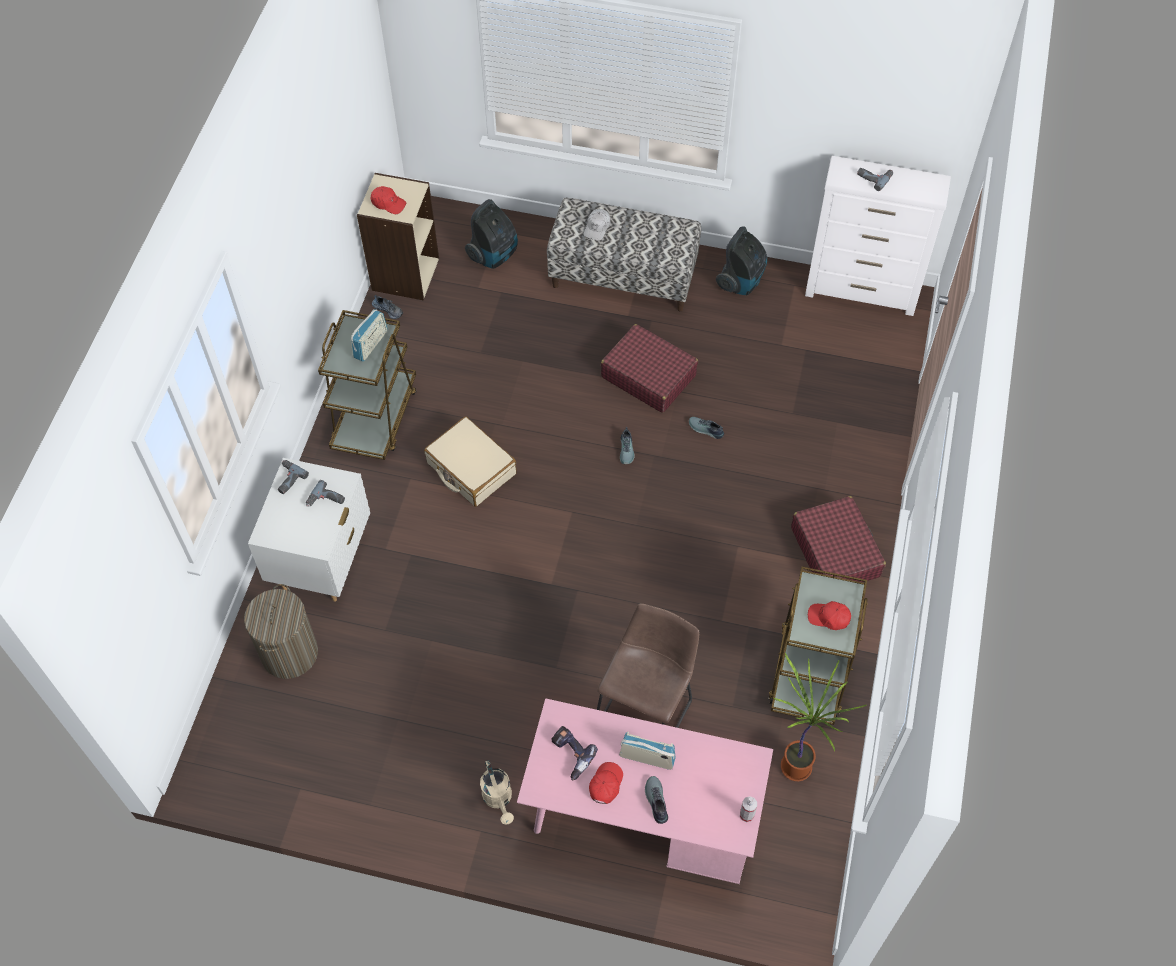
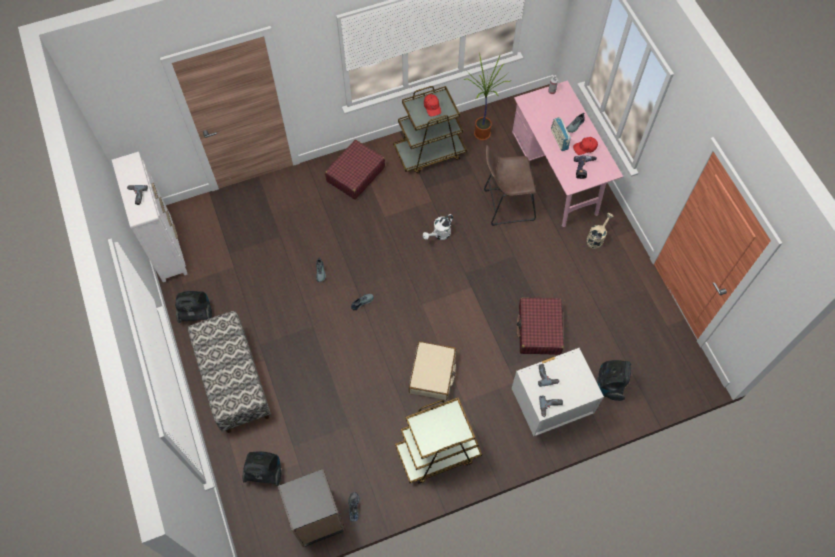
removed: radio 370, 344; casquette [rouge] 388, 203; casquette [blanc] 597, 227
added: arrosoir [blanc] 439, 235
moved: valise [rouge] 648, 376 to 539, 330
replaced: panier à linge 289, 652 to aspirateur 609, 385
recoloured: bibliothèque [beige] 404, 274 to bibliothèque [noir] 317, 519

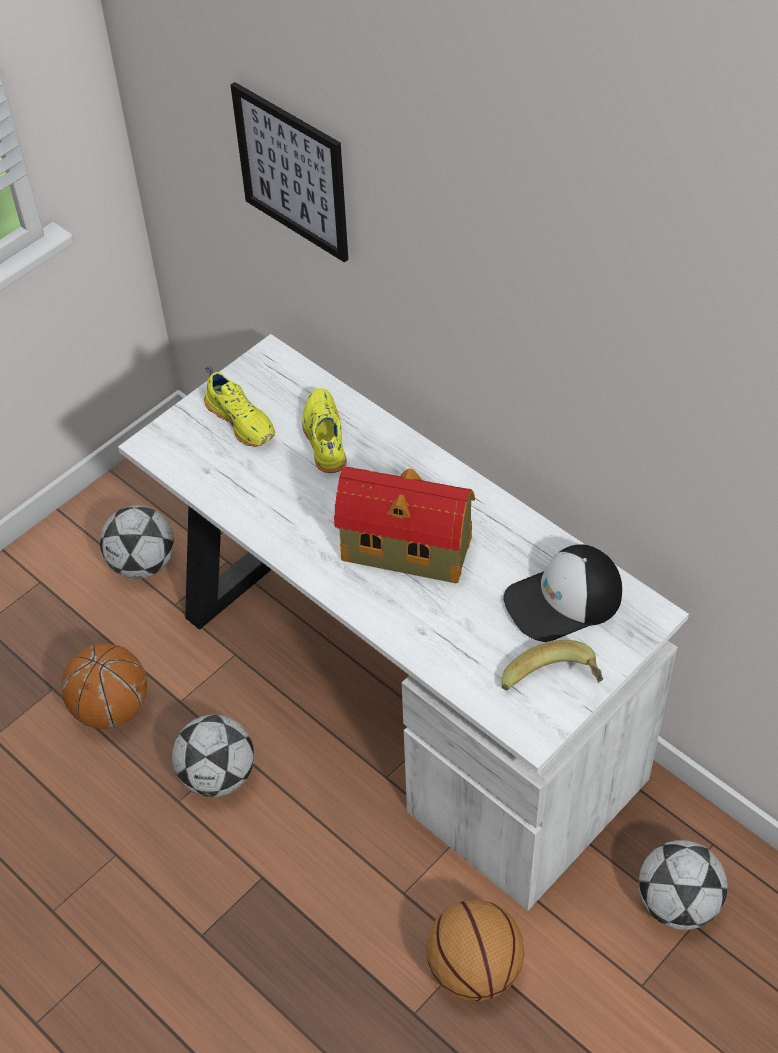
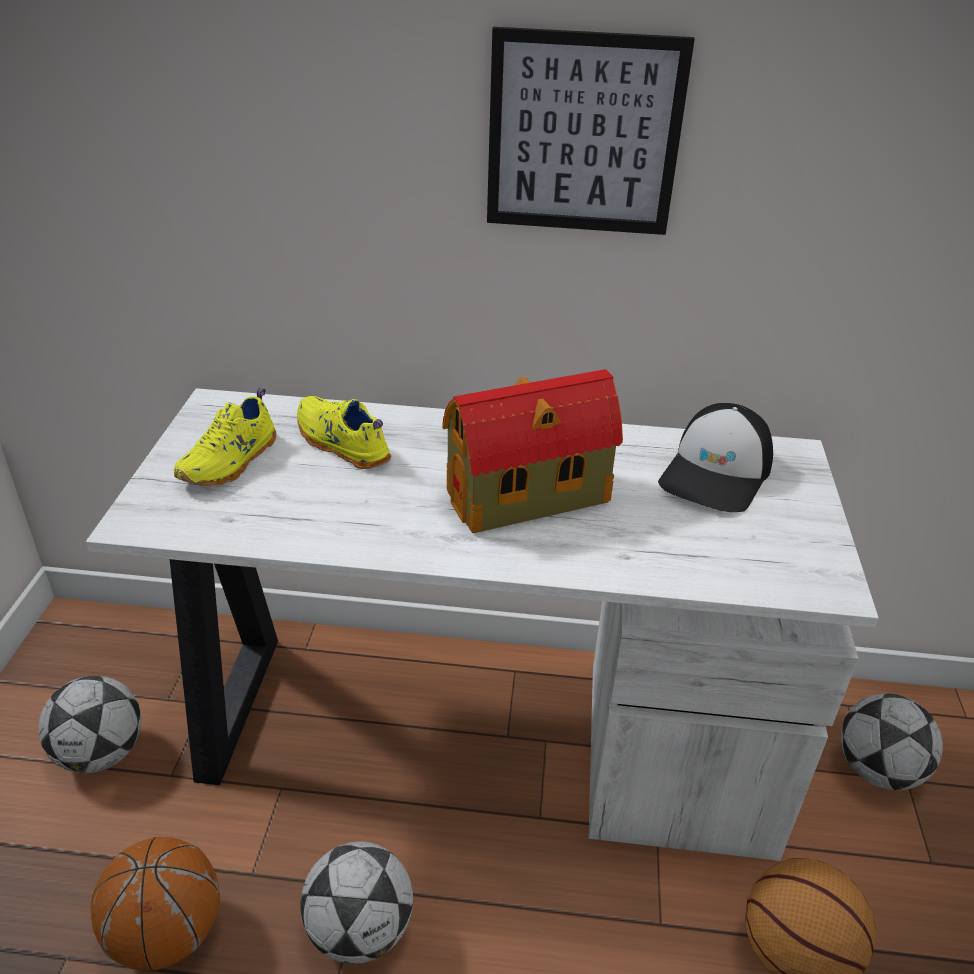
removed: banane 554, 686
moved: tableau 292, 172 to 583, 134
turned: chaussure [jaune] 242, 421 = 231, 463 105 degrees clockwise

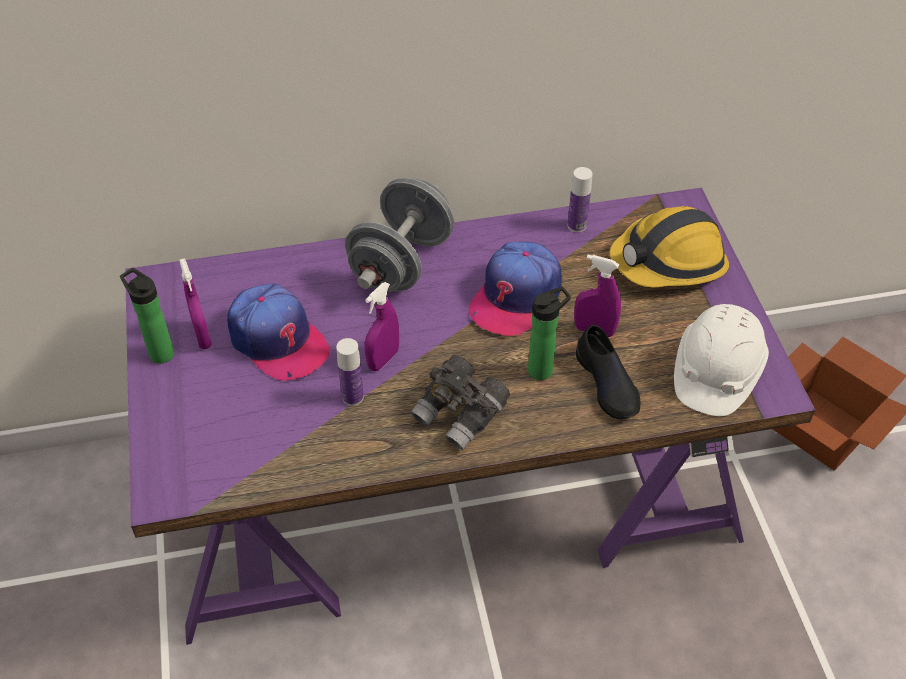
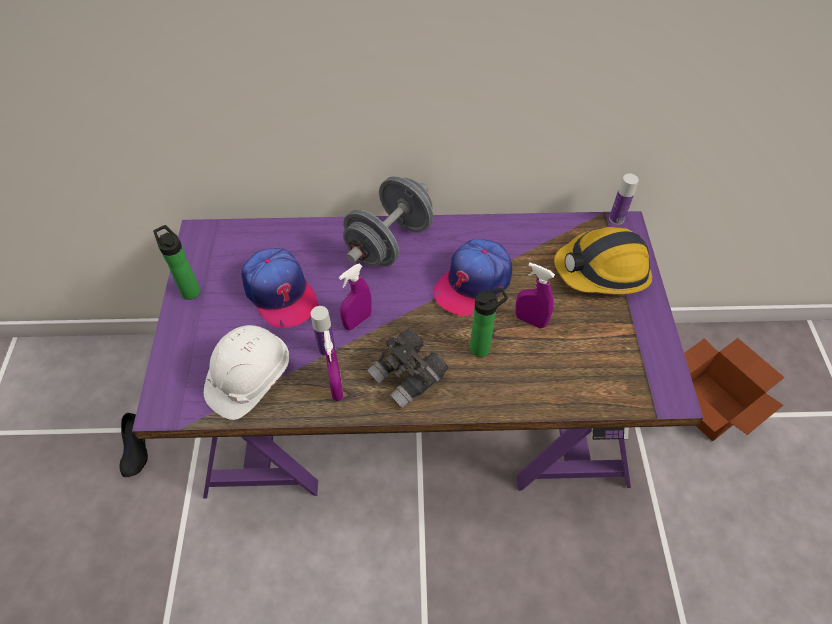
moved: vaporisateur [violet] 202, 336 to 336, 387; bouteille 576, 225 to 616, 219; chaussure [noir] 607, 383 to 135, 448; casque de chantier [blanc] 715, 372 to 249, 379

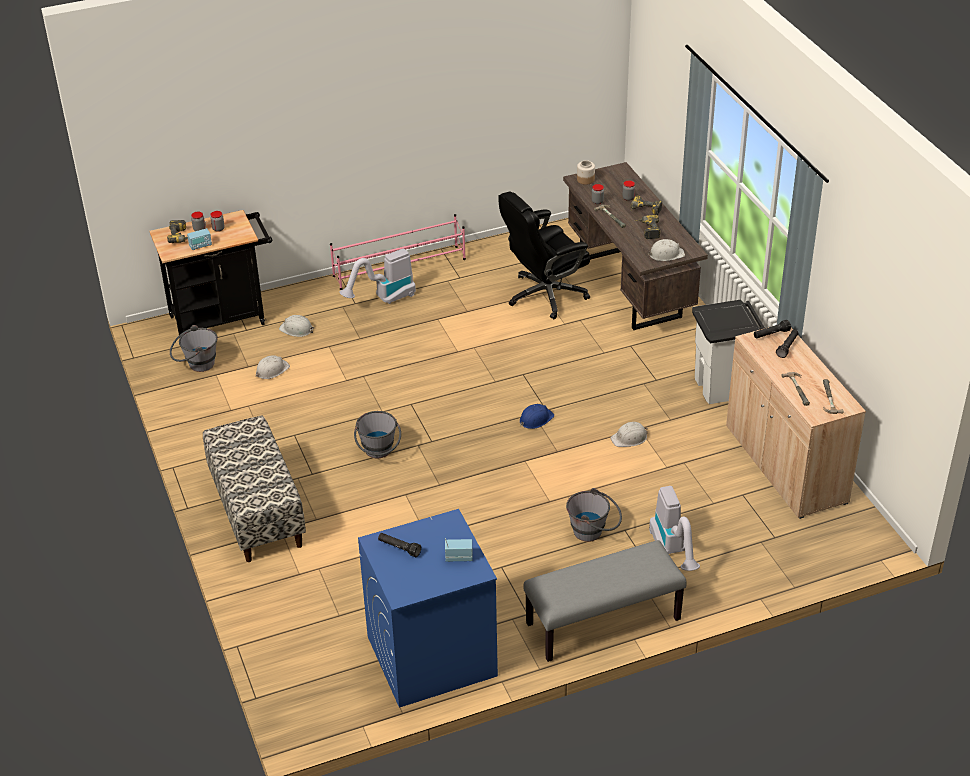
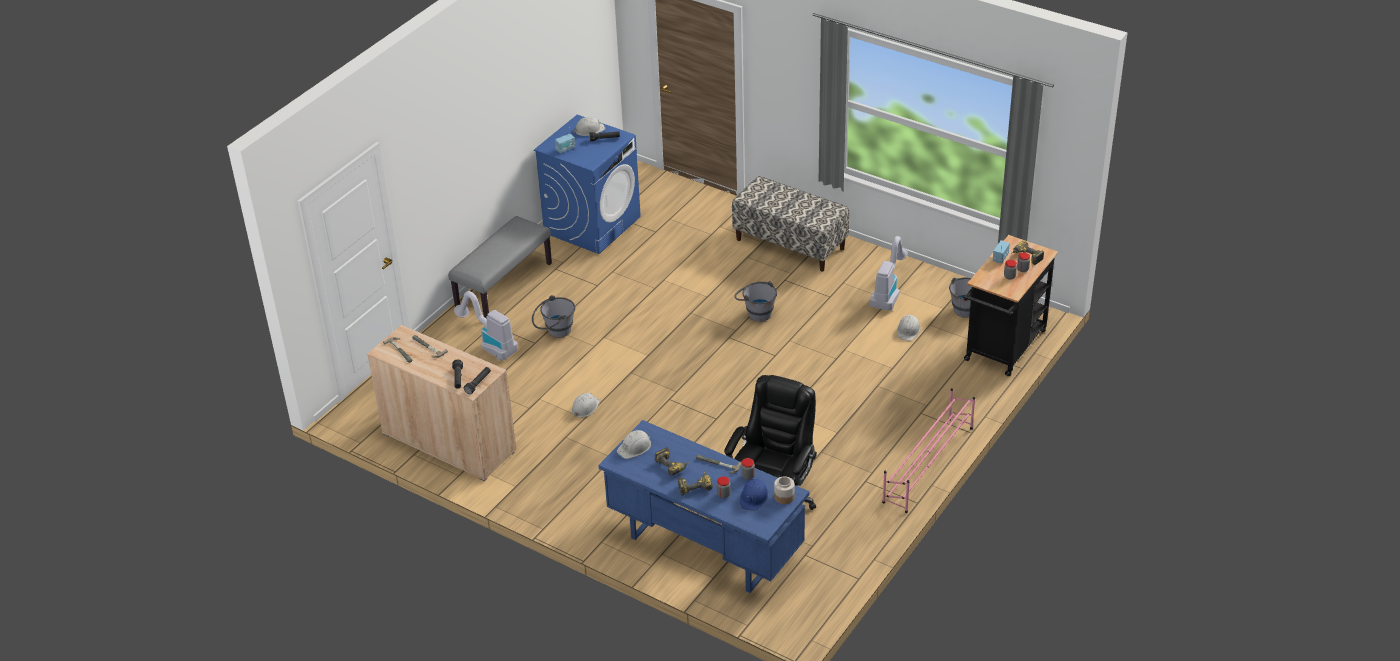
removed: poubelle [blanc] 722, 387
moved: casque de chantier [blanc] 296, 329 to 589, 130; aspirateur 384, 299 to 888, 293; casque de chantier [bleu] 535, 419 to 754, 497
recoloured: bureau [marron] 630, 288 to bureau [bleu] 704, 547

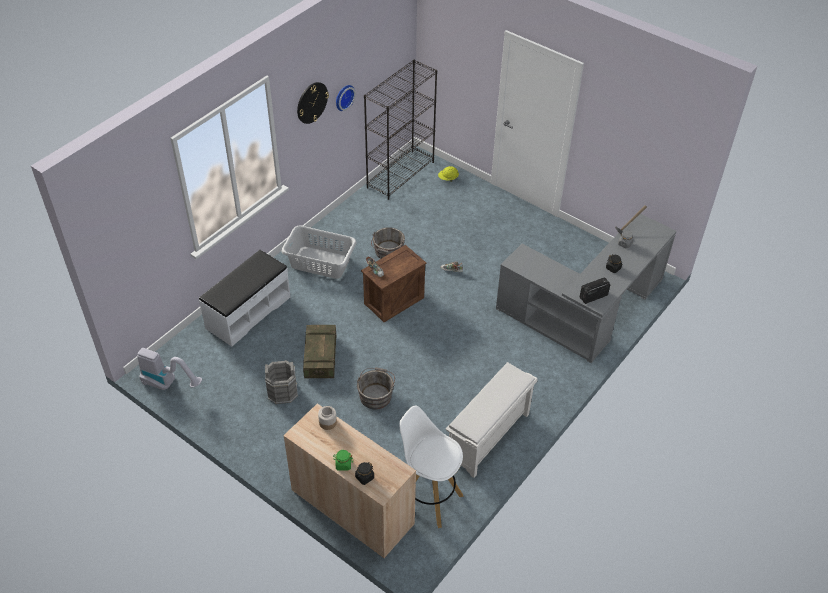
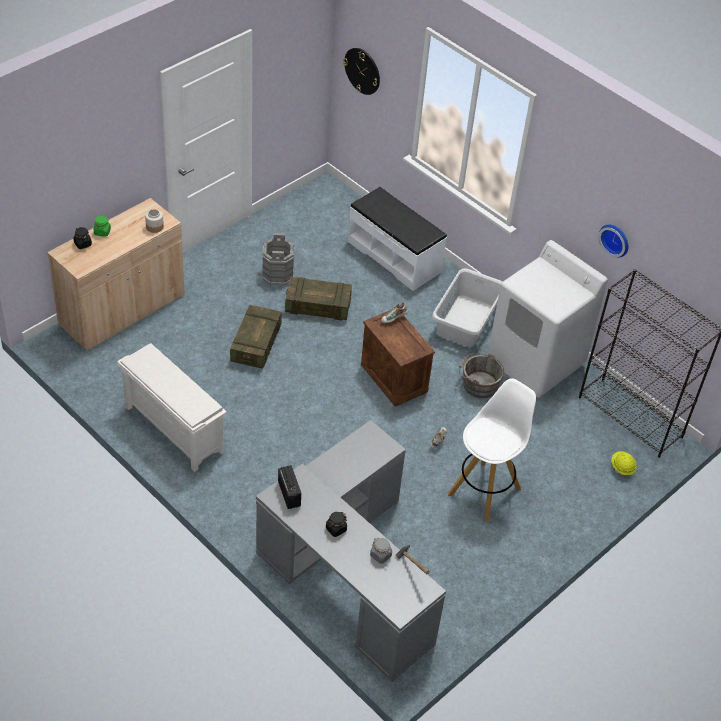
removed: aspirateur 169, 383
added: lave-linge [blanc] 536, 362
moved: horloge murale 312, 102 to 362, 70; tabouret [blanc] 429, 498 to 485, 490
replaced: seau [gris] 376, 395 to caisse 256, 344

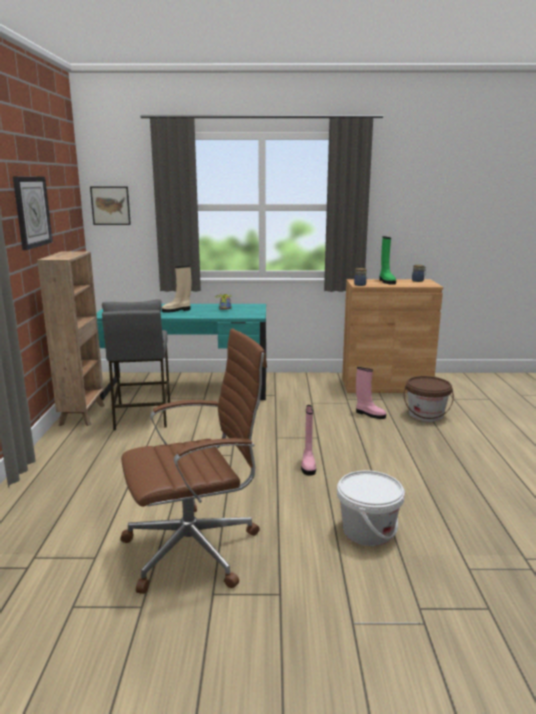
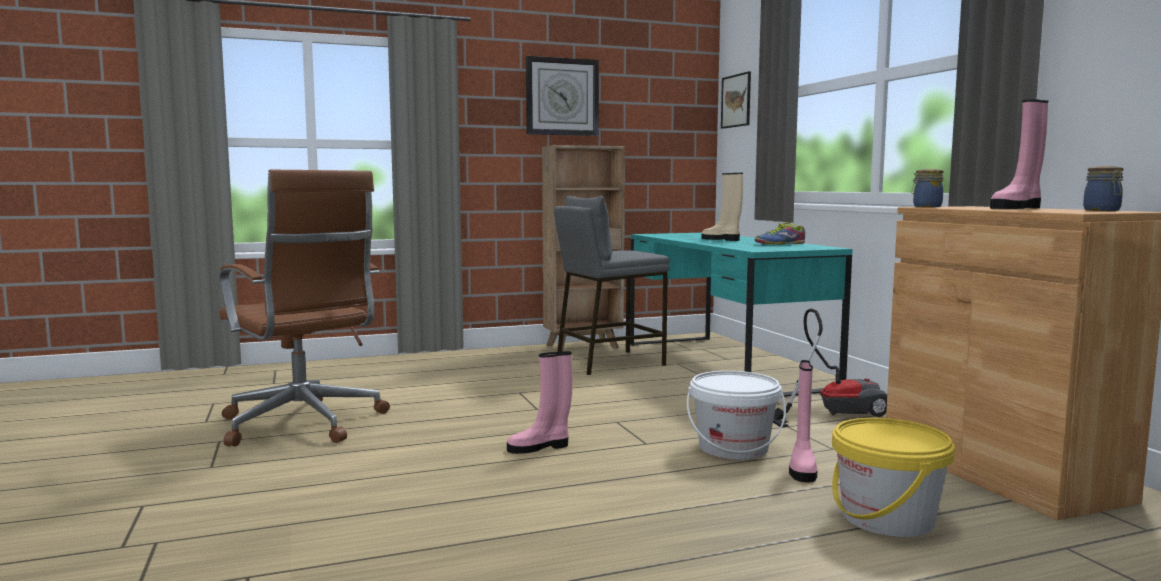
added: aspirateur 832, 413
moved: seau [blanc] 368, 531 to 733, 448
recoloured: botte [vert] 386, 281 to botte [rose] 1016, 208; seau [marron] 426, 415 to seau [jaune] 887, 518

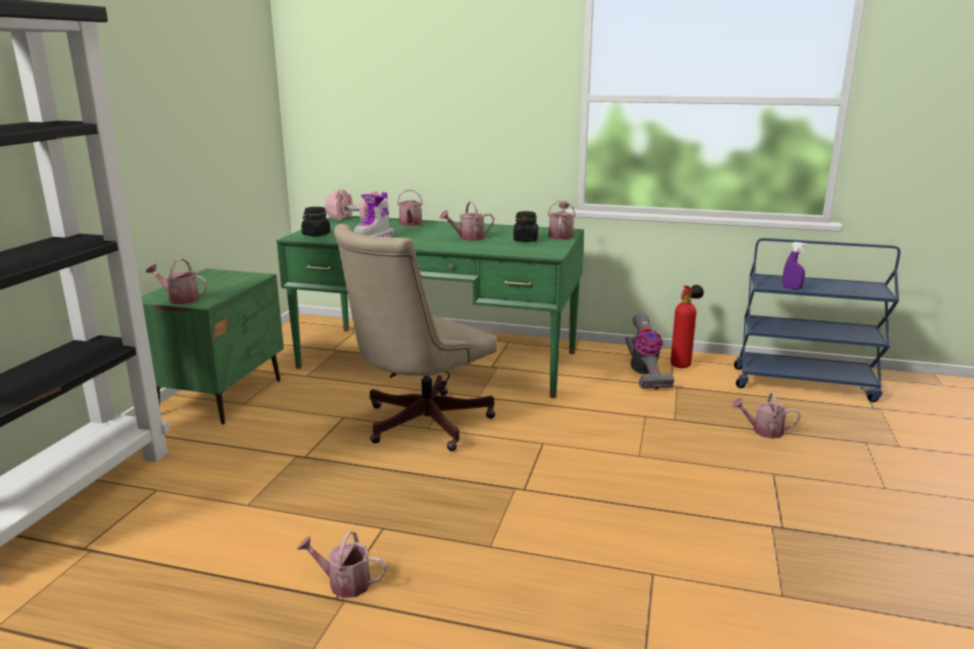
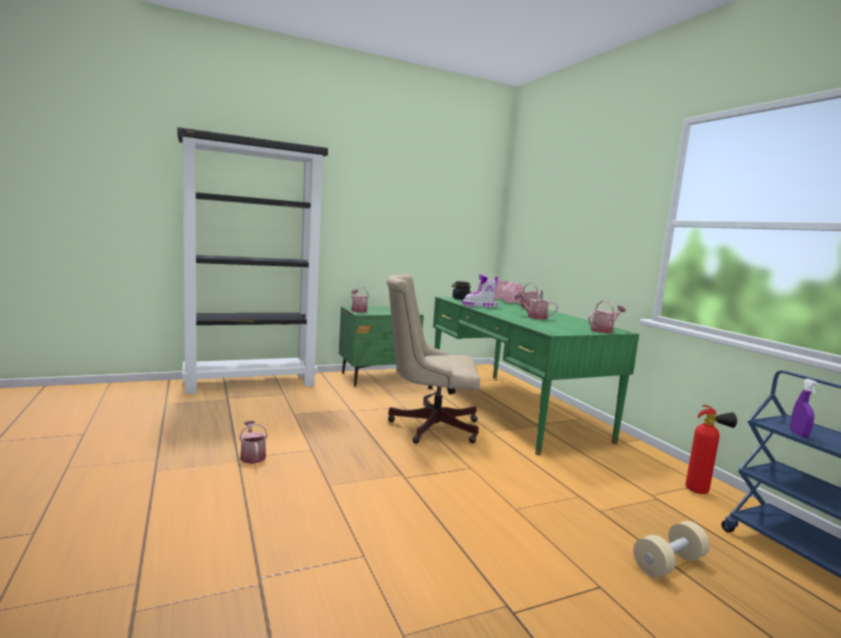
removed: bocal [noir] 525, 240; aspirateur 644, 374
replaced: arrosoir 763, 431 to haltère [beige] 669, 563

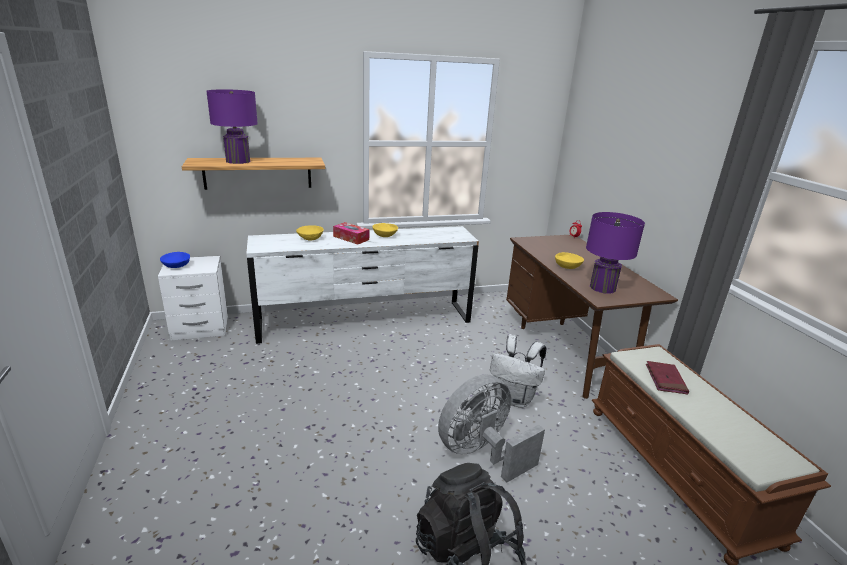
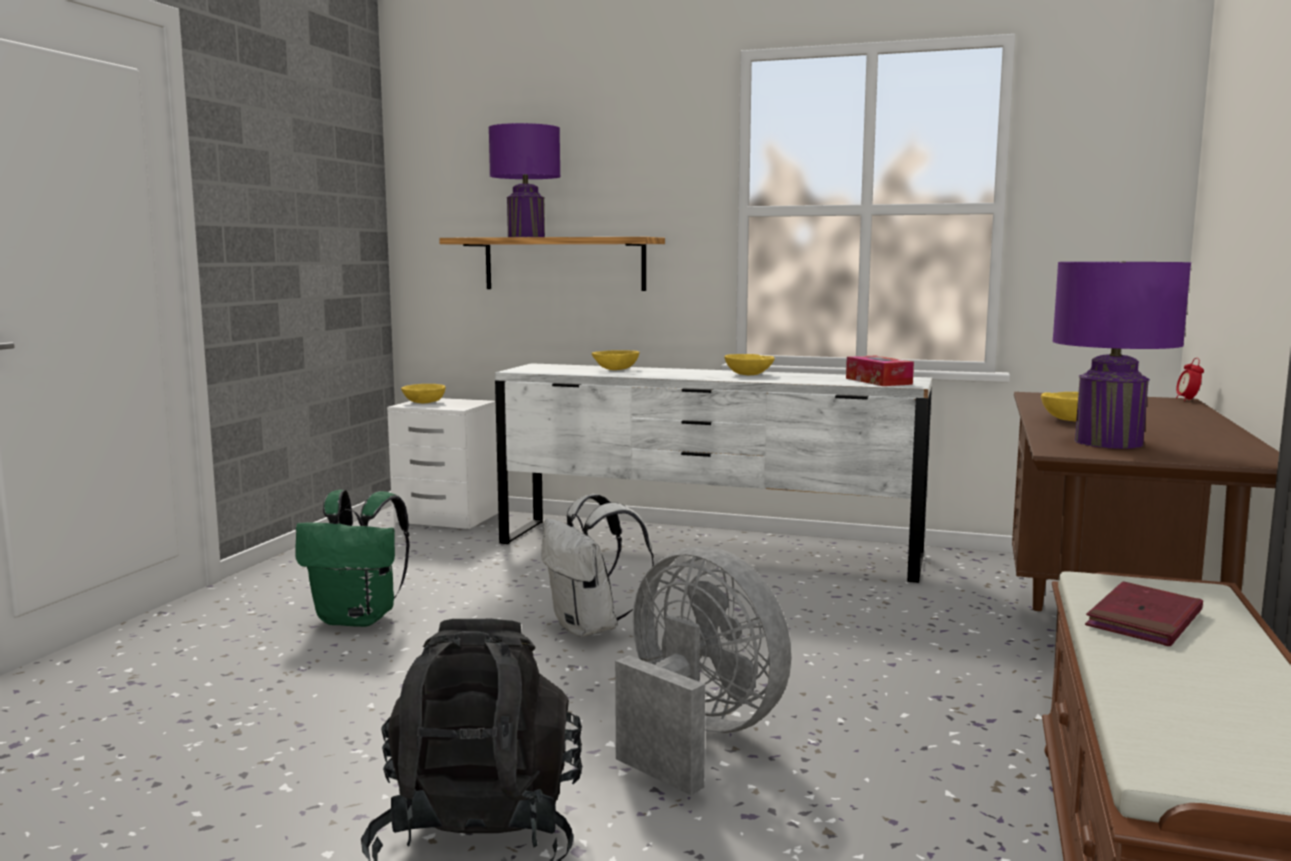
added: sac à dos [vert] 359, 618
moved: boîte à mouchoirs 351, 238 to 878, 381; sac à dos [blanc] 514, 399 to 590, 628
recoloured: bol [bleu] 177, 266 to bol [jaune] 424, 402
turned: ventilateur [gris] 481, 453 = 696, 736 45 degrees clockwise

